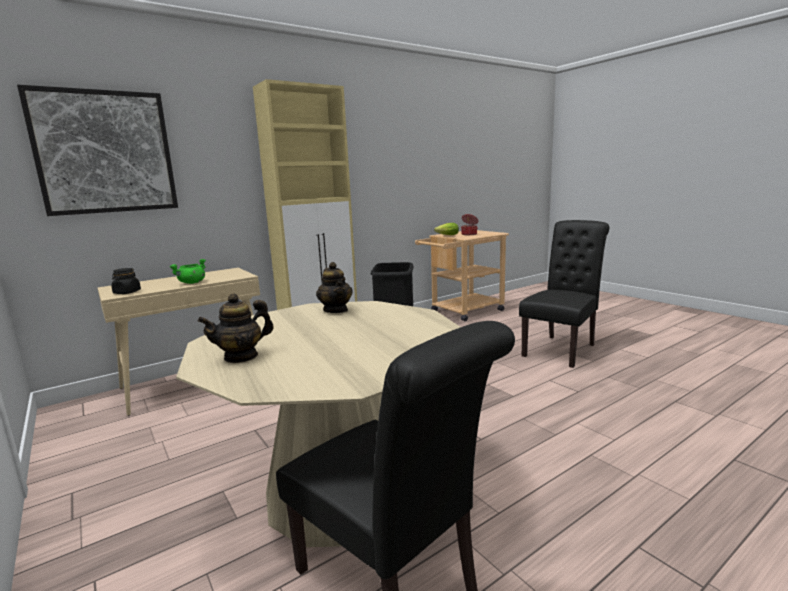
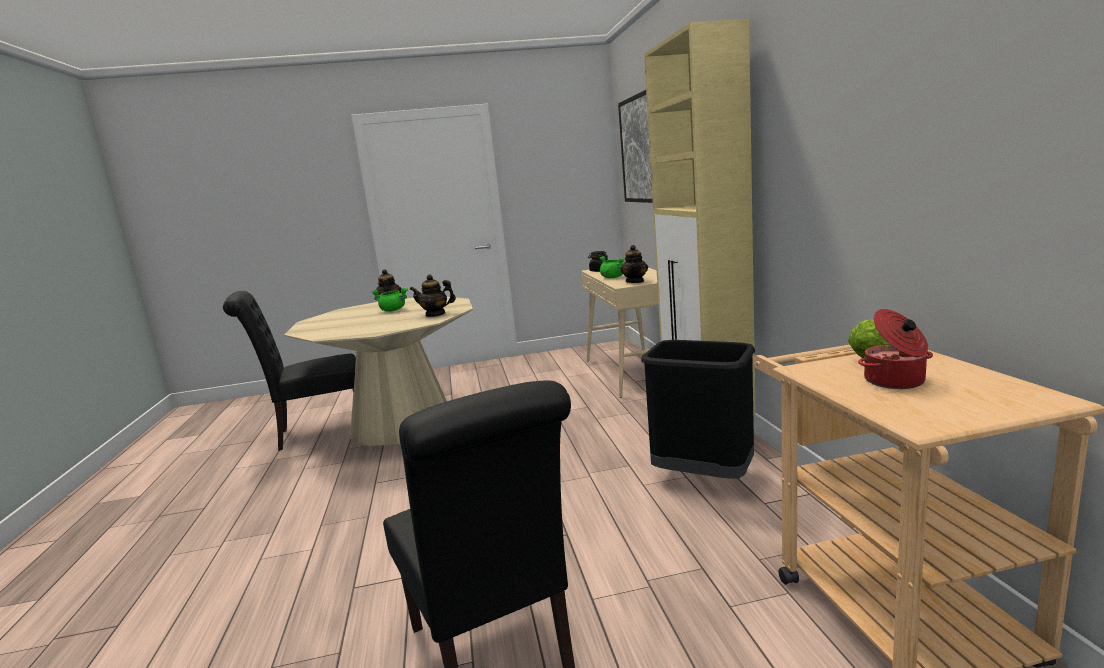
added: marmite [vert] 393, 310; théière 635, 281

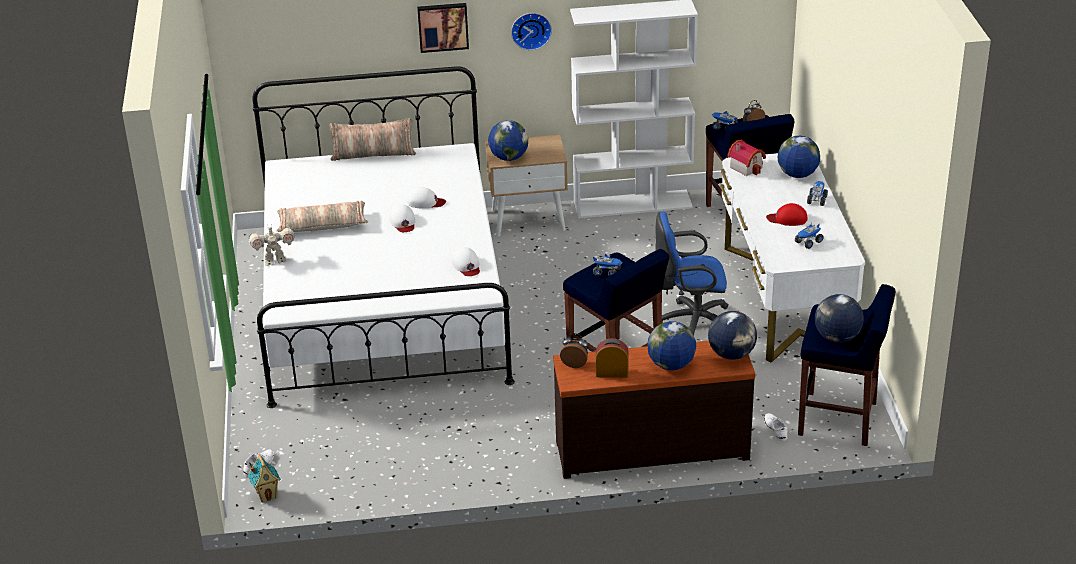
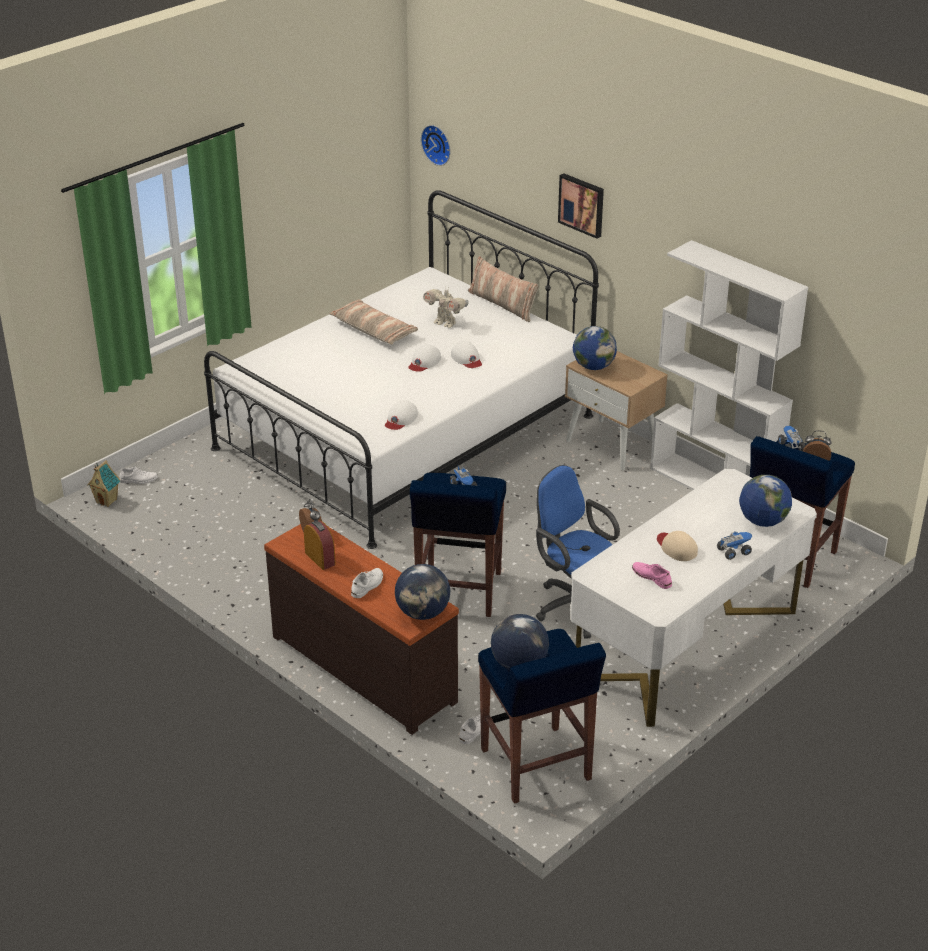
removed: maison miniature 746, 166
moved: robot jouet 274, 260 to 445, 323; horloge murale 531, 30 to 438, 144
replaced: globe 671, 365 to chaussure [blanc] 367, 585; camion jouet 808, 242 to chaussure [rose] 652, 577
recoloured: casquette [rouge] 787, 218 to casquette [beige] 676, 547

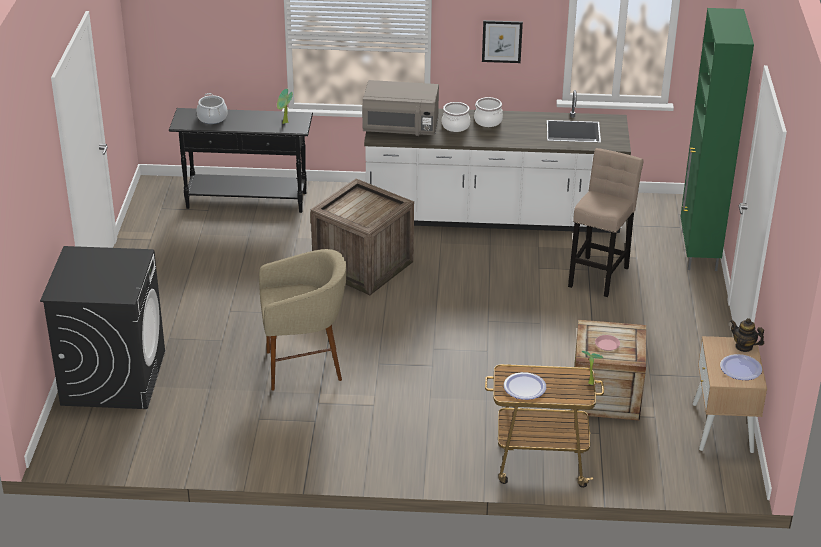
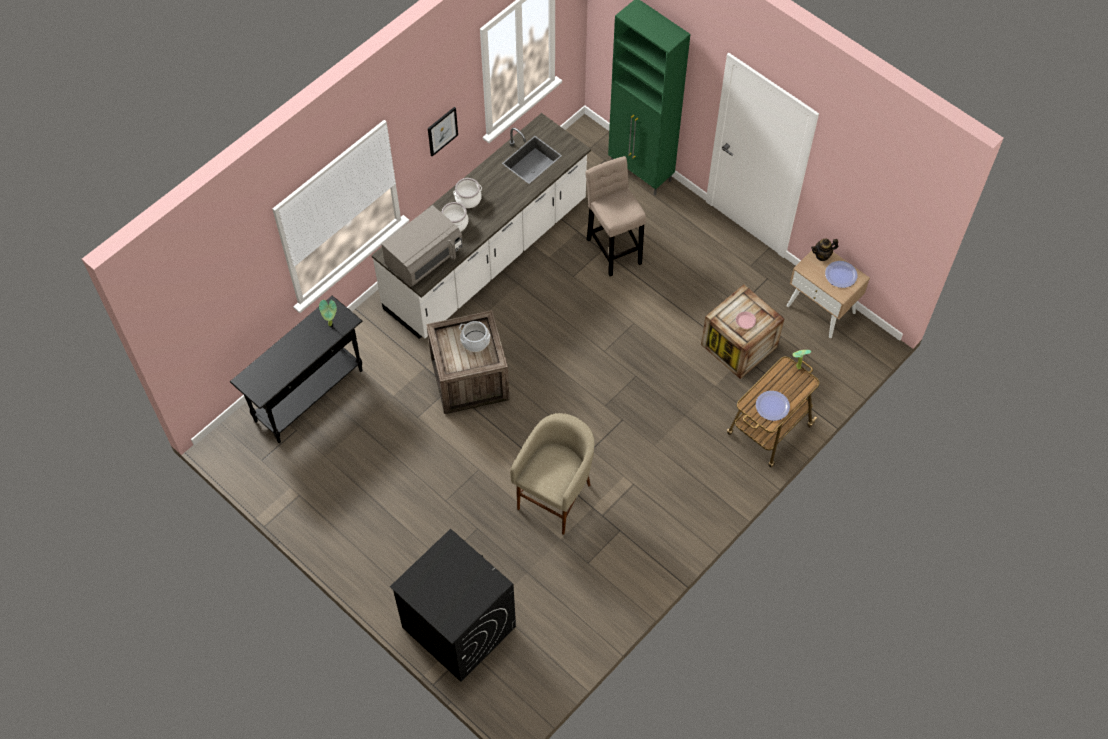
moved: marmite 212, 118 to 475, 341

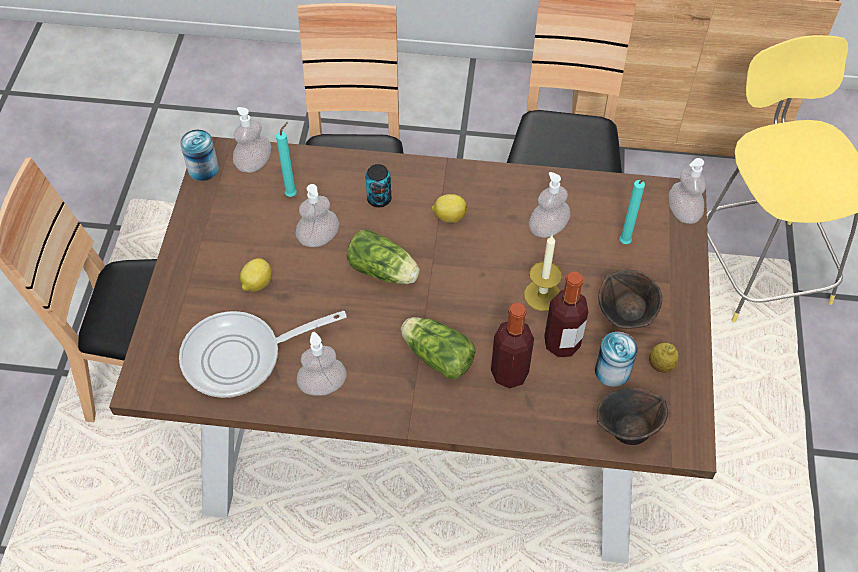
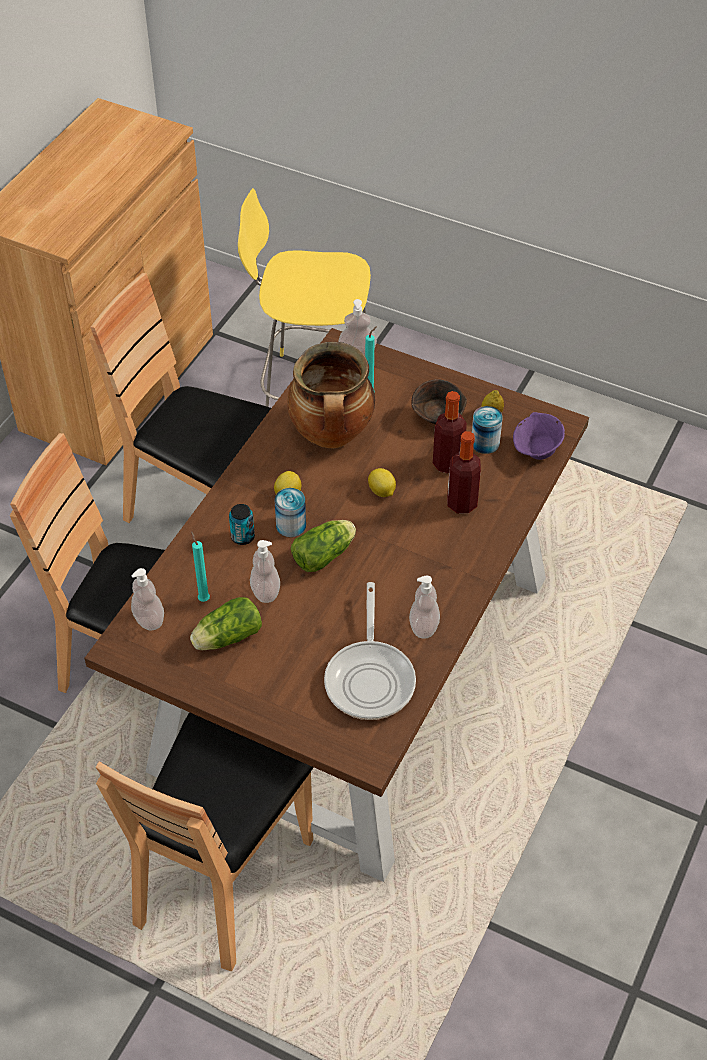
removed: bougie 542, 295
moved: boîte métallique 203, 169 to 291, 525; citron 257, 284 to 382, 492; laitue 435, 355 to 225, 638
replaced: distributeur de savon 548, 228 to marmite 332, 436
recoloured: bol [marron] 627, 428 to bol [violet] 537, 451

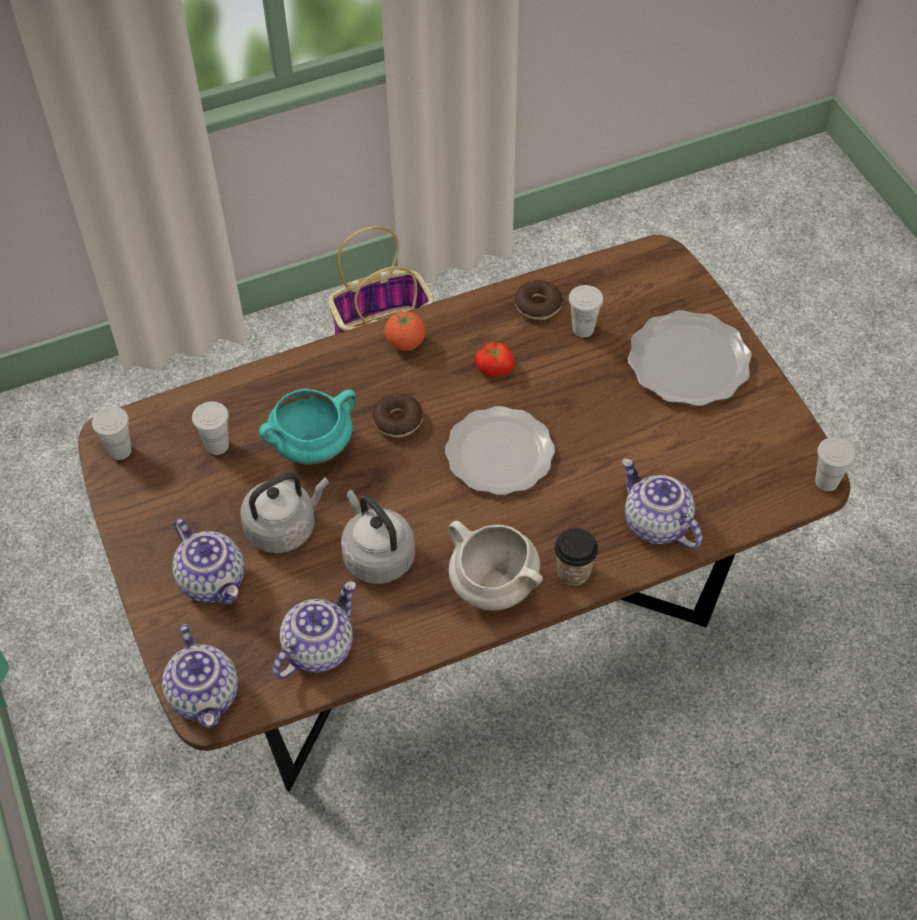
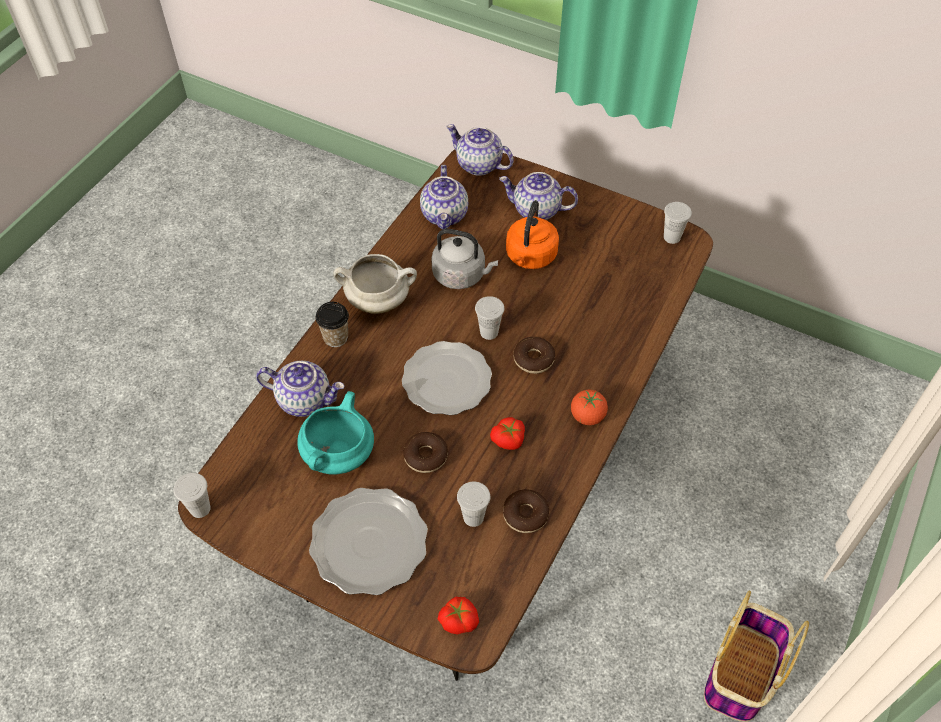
added: beignet 426, 456; tomate 458, 619
moved: tasse [blanc] 217, 445 to 489, 332; marmite [turquoise] 313, 446 to 338, 456
recoloured: bouilloire [gris] 284, 527 to bouilloire [orange] 530, 257

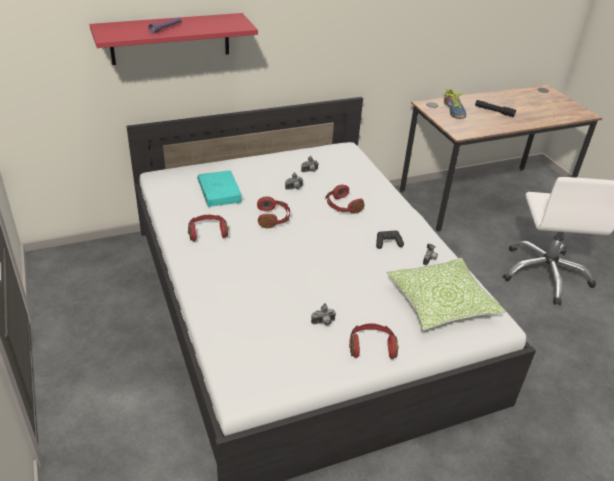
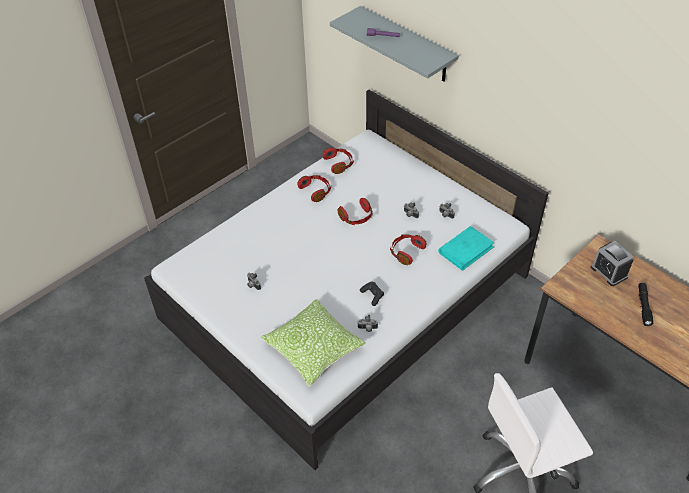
moved: livre [turquoise] 219, 191 to 466, 250; casque audio [rouge] 371, 346 to 339, 164
replaced: chaussure 454, 111 to réveil 609, 272
recoloured: étagère [rouge] 170, 38 to étagère [gris] 406, 45

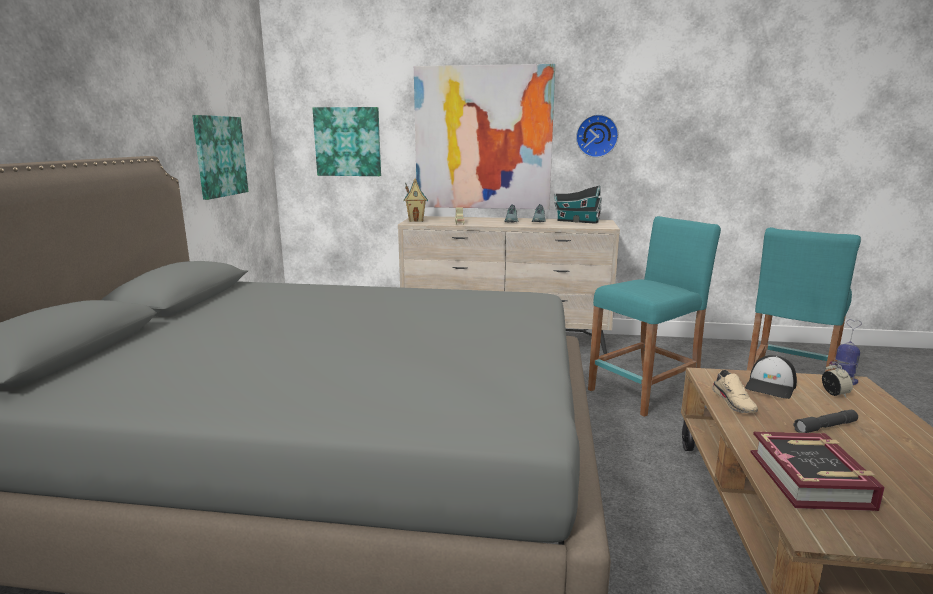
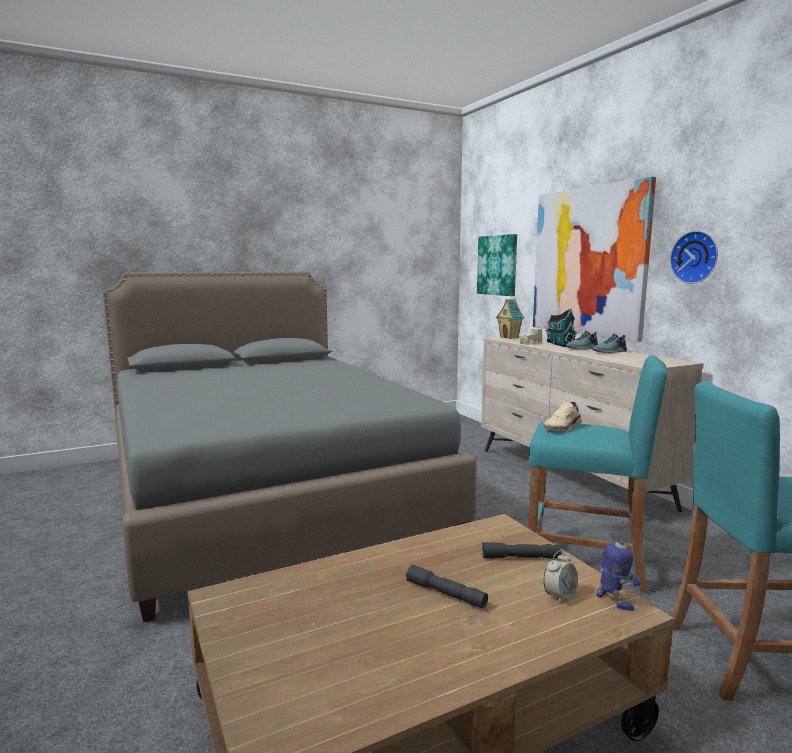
removed: tableau 219, 156; livre 810, 479
moved: maison miniature 576, 221 to 559, 344; chaussure [beige] 735, 402 to 563, 427
replaced: casquette 771, 386 to lampe de poche [gris] 521, 557

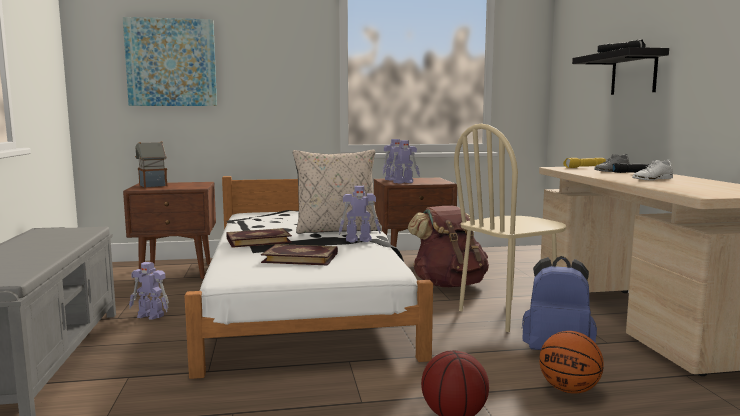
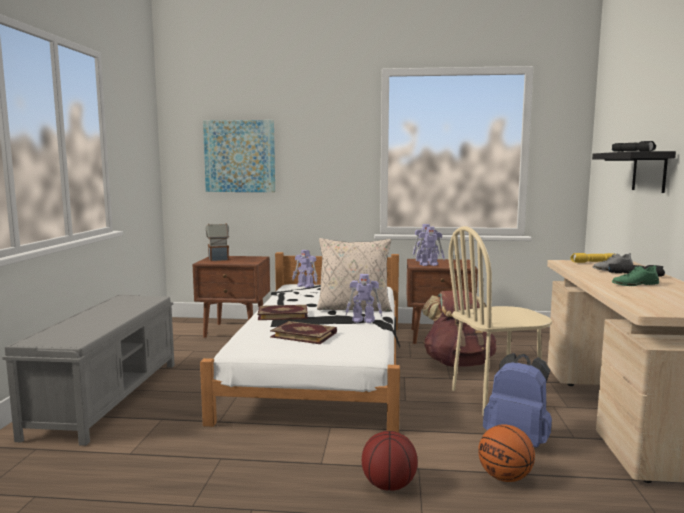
moved: robot jouet 151, 315 to 305, 286
recoloured: chaussure [blanc] 652, 179 to chaussure [vert] 634, 284

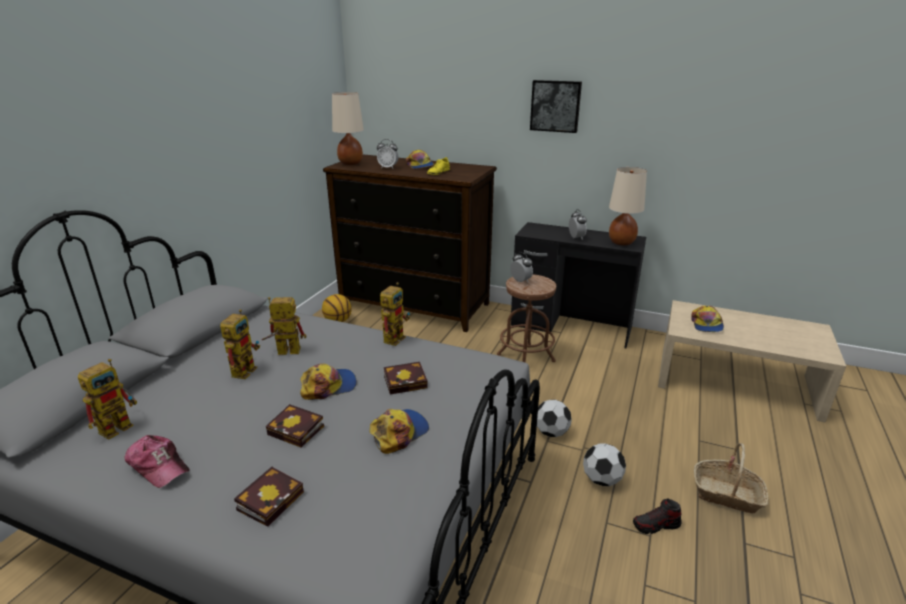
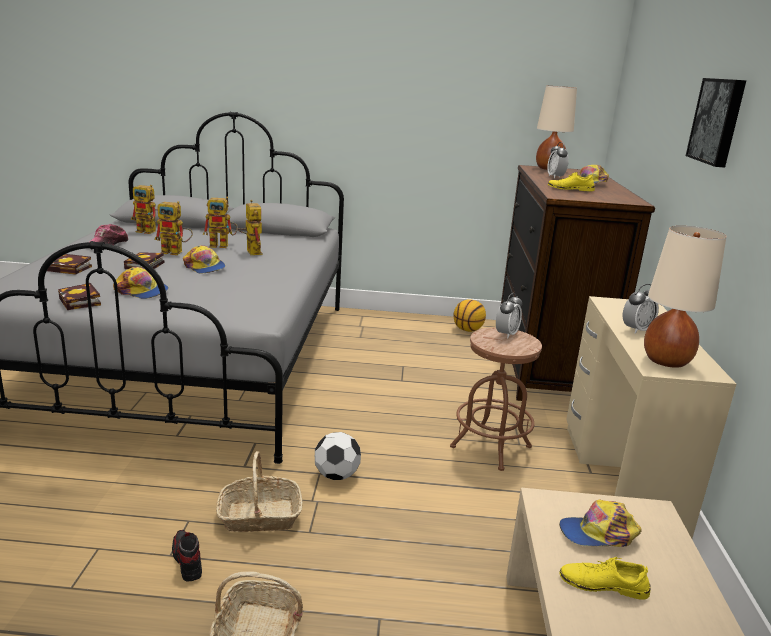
added: chaussure [jaune] 603, 585
moved: robot jouet 395, 337 to 176, 252; livre 407, 381 to 81, 302
replaced: ballon de foot 601, 480 to panier 259, 516
recoloured: bureau [noir] 571, 326 to bureau [beige] 619, 481

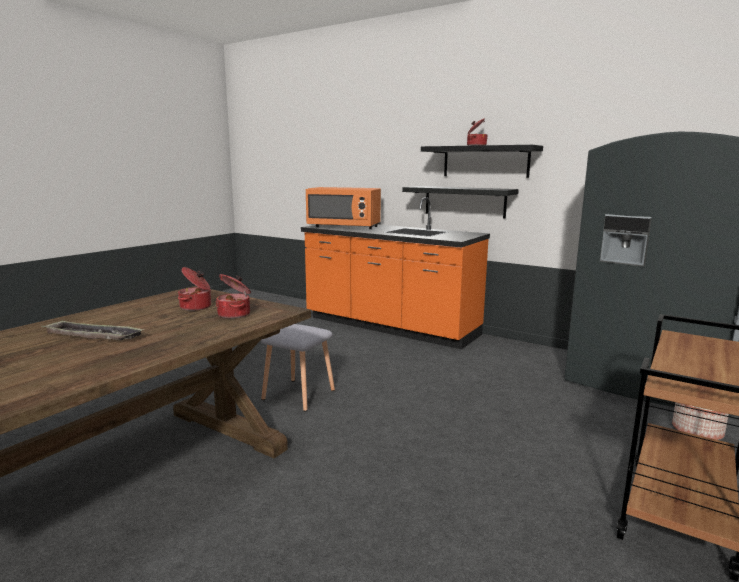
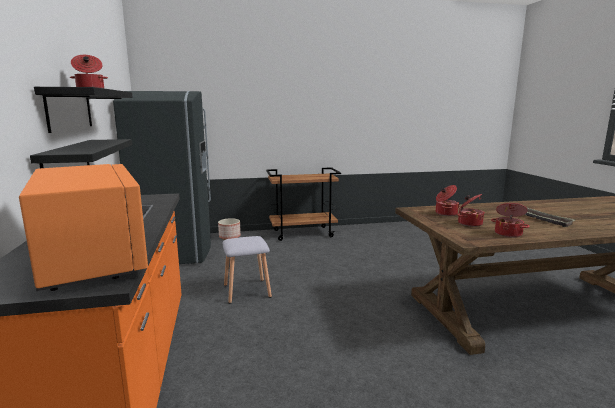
added: marmite 508, 233
moved: tabouret [gris] 300, 395 to 246, 290

